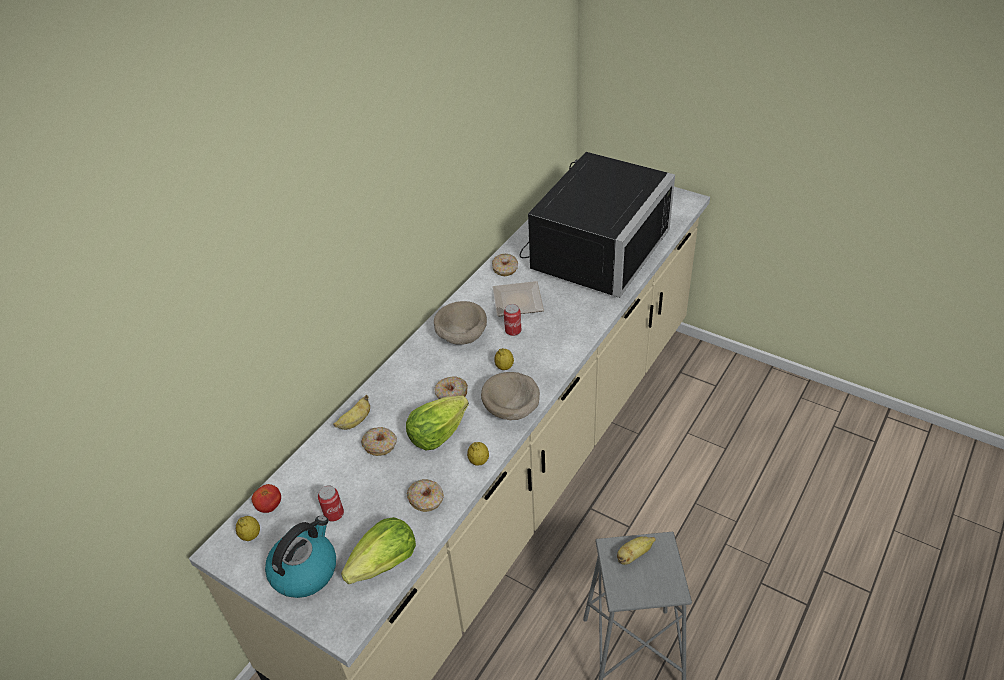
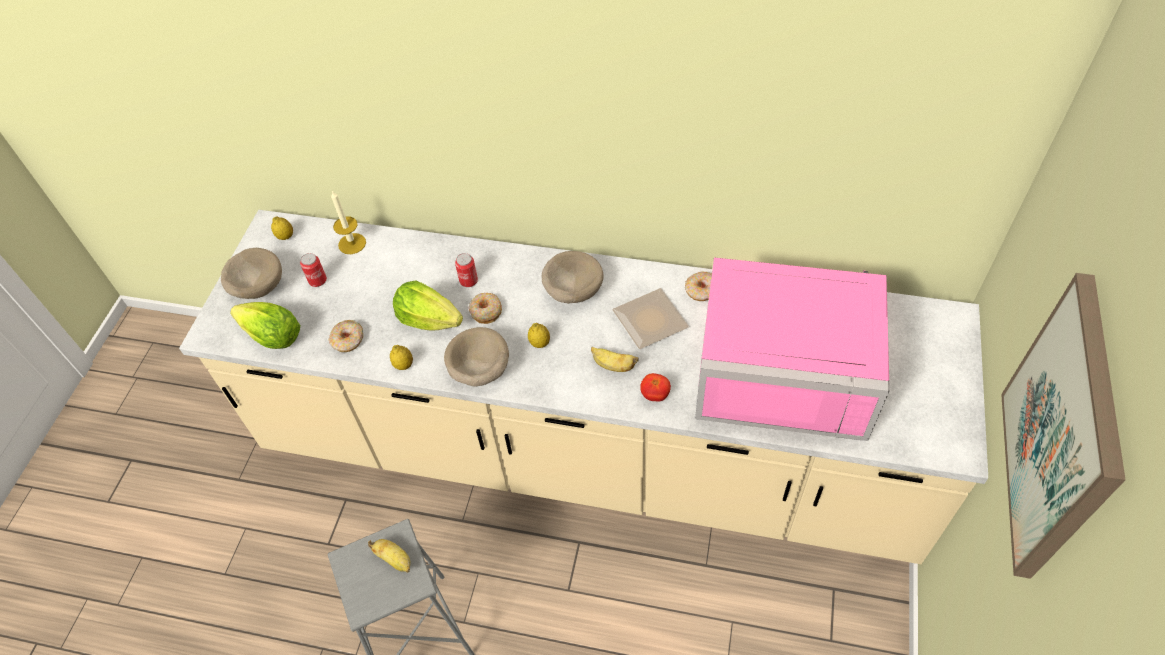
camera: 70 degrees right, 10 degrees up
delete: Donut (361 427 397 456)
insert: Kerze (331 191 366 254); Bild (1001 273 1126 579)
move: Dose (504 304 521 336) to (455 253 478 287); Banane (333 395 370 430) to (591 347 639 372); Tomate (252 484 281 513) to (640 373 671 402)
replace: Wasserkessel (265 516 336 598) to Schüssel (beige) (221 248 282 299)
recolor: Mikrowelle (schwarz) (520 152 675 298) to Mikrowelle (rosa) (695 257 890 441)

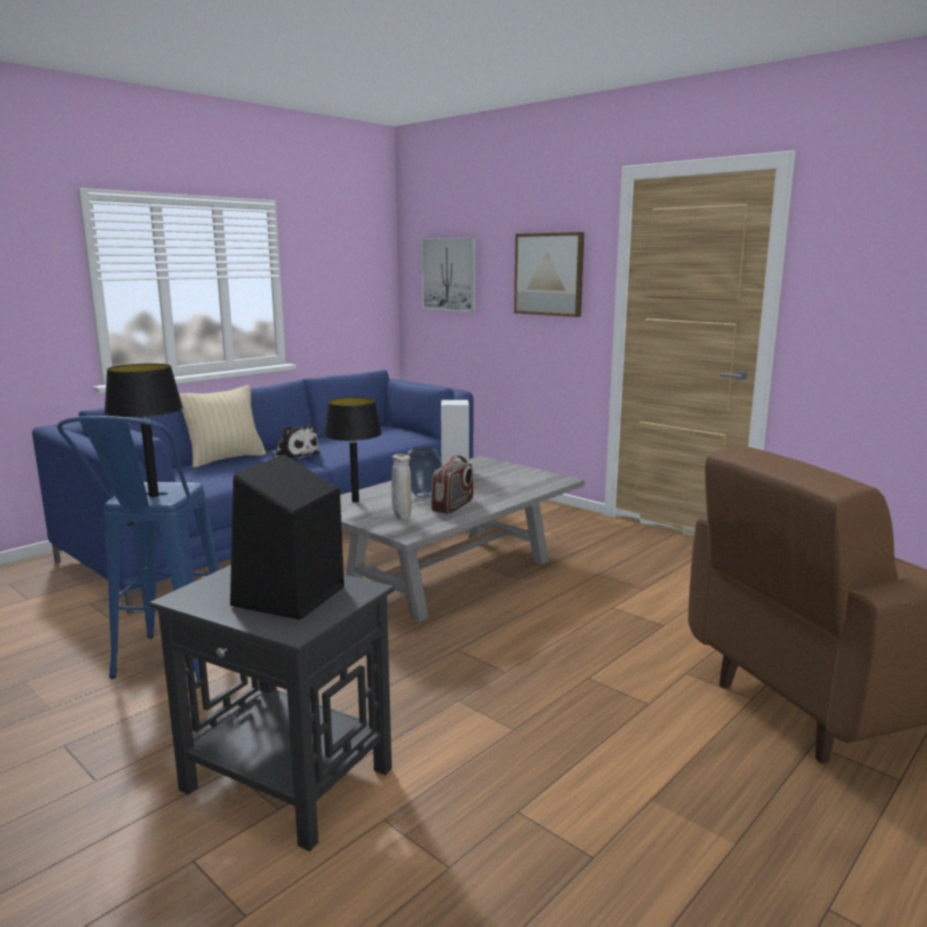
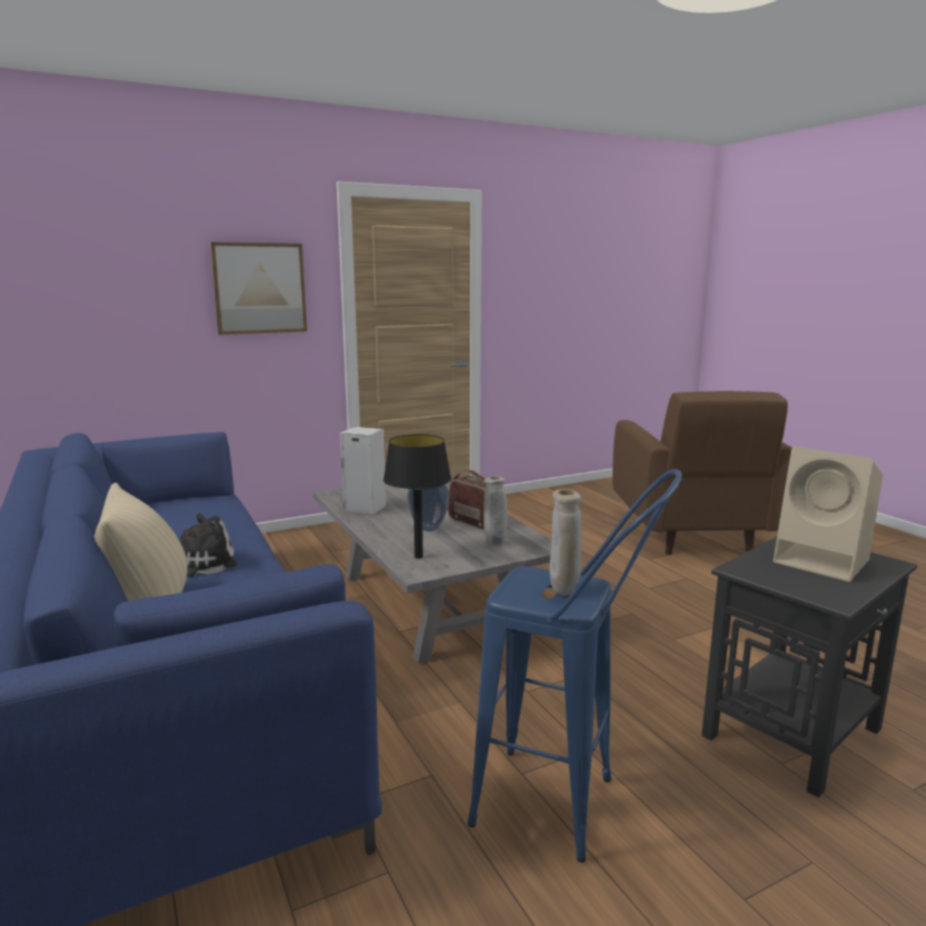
camera: 70 degrees left, 0 degrees up
delete: Bild (421 237 476 312)
replace: Tischlampe (schwarz) (104 363 183 497) to Vase (beige) (550 489 581 596)
recolor: Lautsprecher (schwarz) (230 454 344 620) to Lautsprecher (beige) (773 446 883 582)

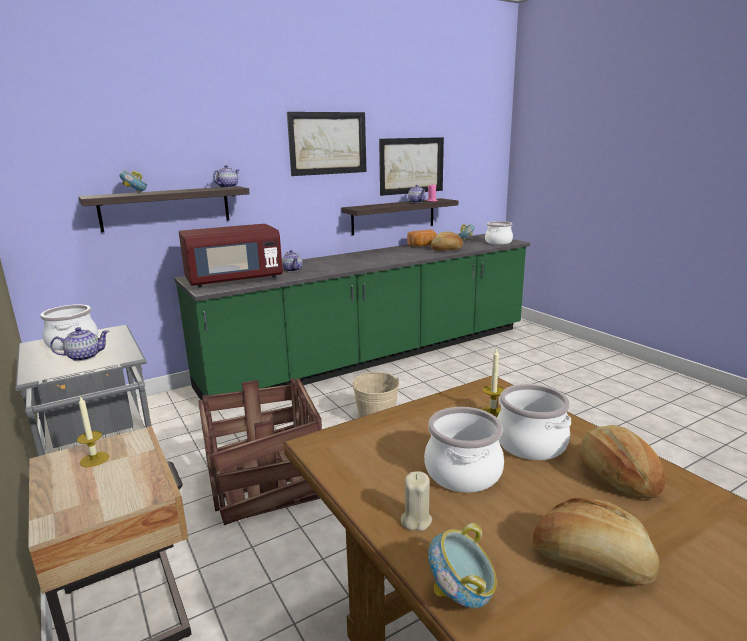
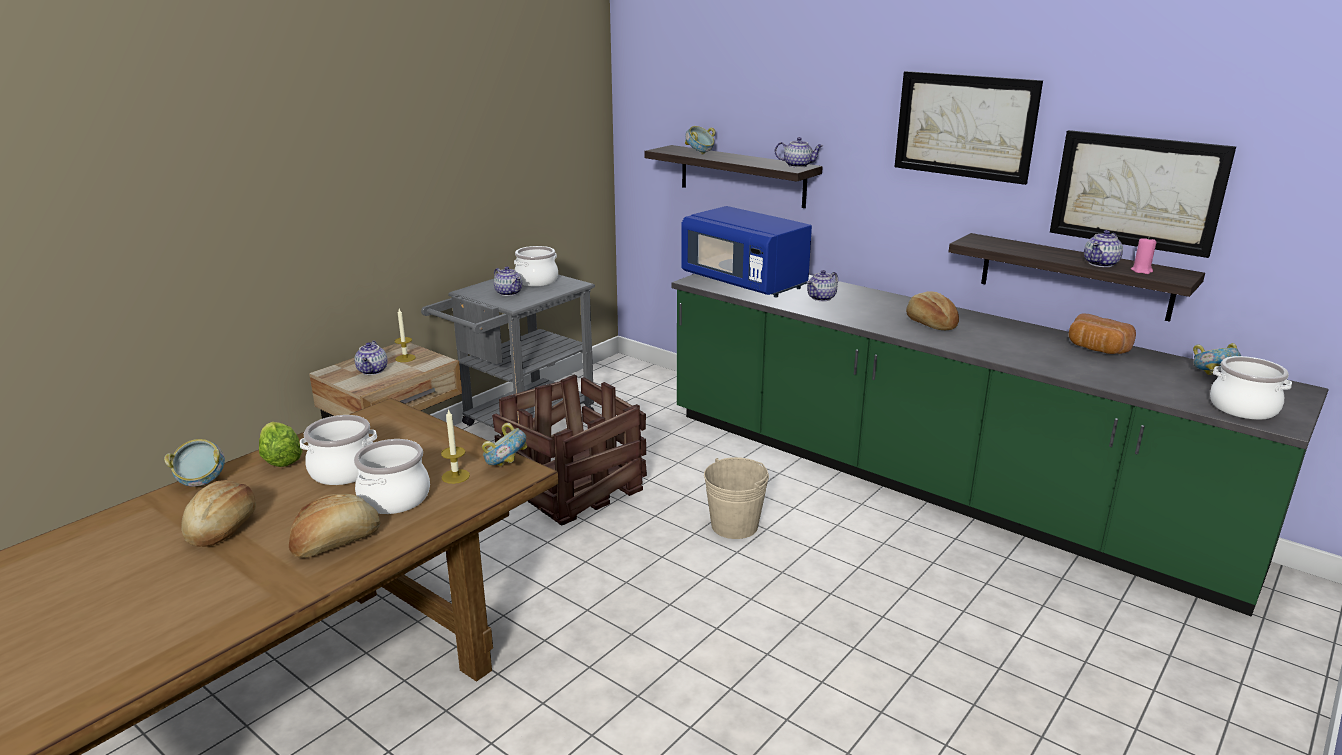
camera: 70 degrees right, 5 degrees up
insert: Teekanne (354 341 387 375); Schüssel (482 423 527 467)
move: Brot (431 232 463 251) to (906 291 959 330)
replace: Kerze (beige) (401 471 432 531) to Salatkopf (259 422 303 467)
recolor: Mikrowelle (rot) (179 224 283 288) to Mikrowelle (blau) (681 206 812 297)

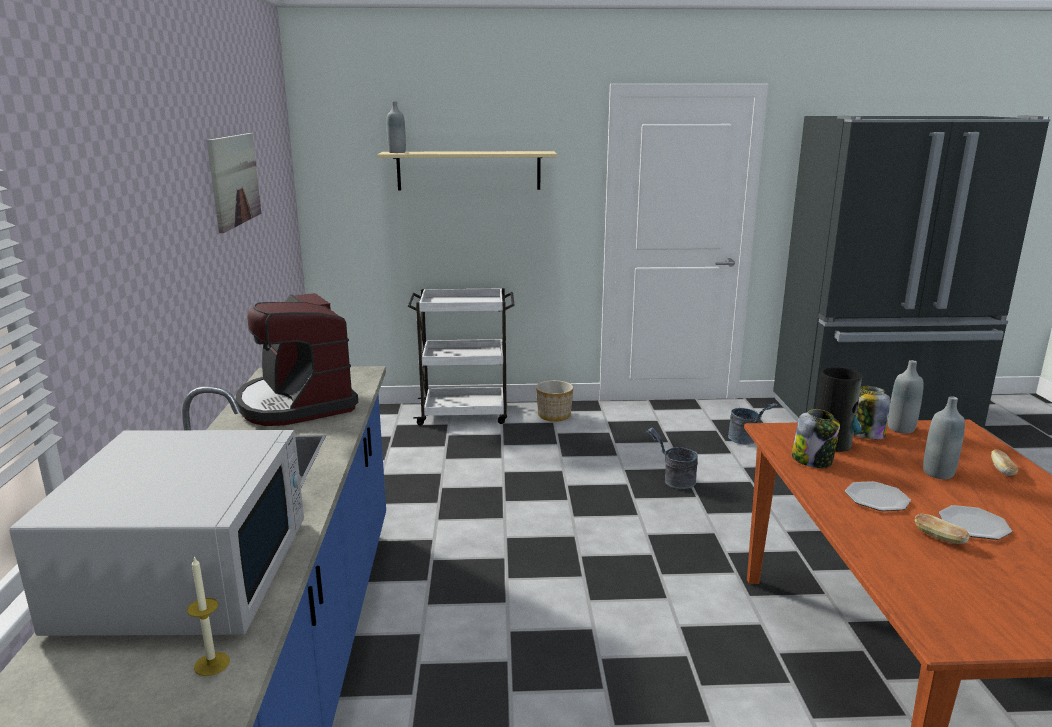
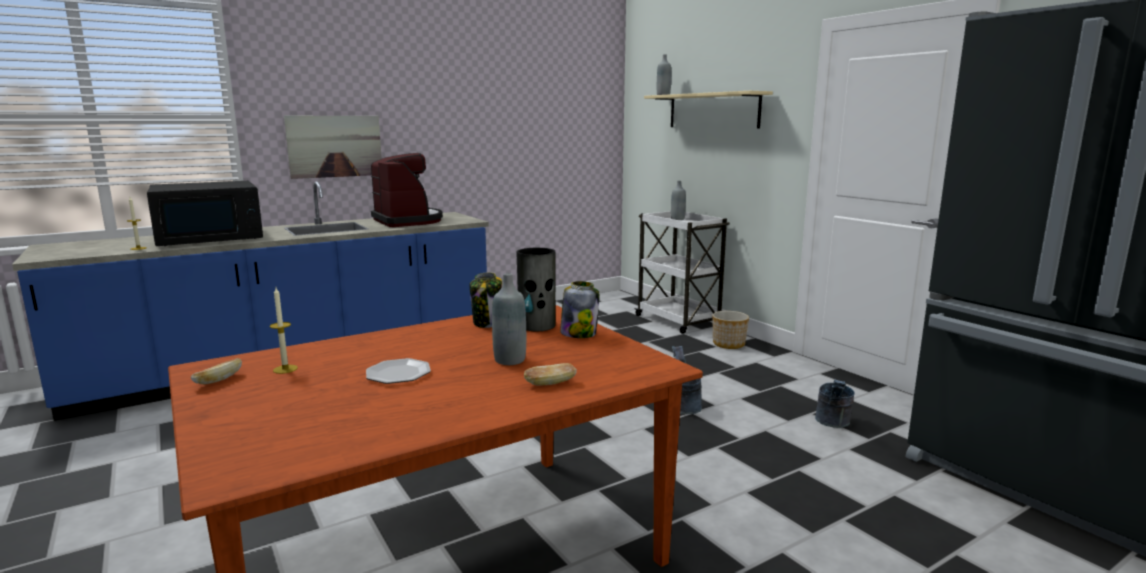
camera: 60 degrees right, 5 degrees down
delete: Teller (845 481 911 511)
insert: Kerze (270 288 298 374)
move: Bild (207 133 261 233) to (284 115 382 179); Flasche (grau) (888 360 924 434) to (671 181 686 220); Brot (914 514 969 544) to (191 358 242 384)
recolor: Mikrowelle (weiß) (9 430 304 636) to Mikrowelle (schwarz) (147 181 263 246)
rotate: Kaffeemaschine (235 293 358 426) = (371 153 443 227) 120 degrees clockwise

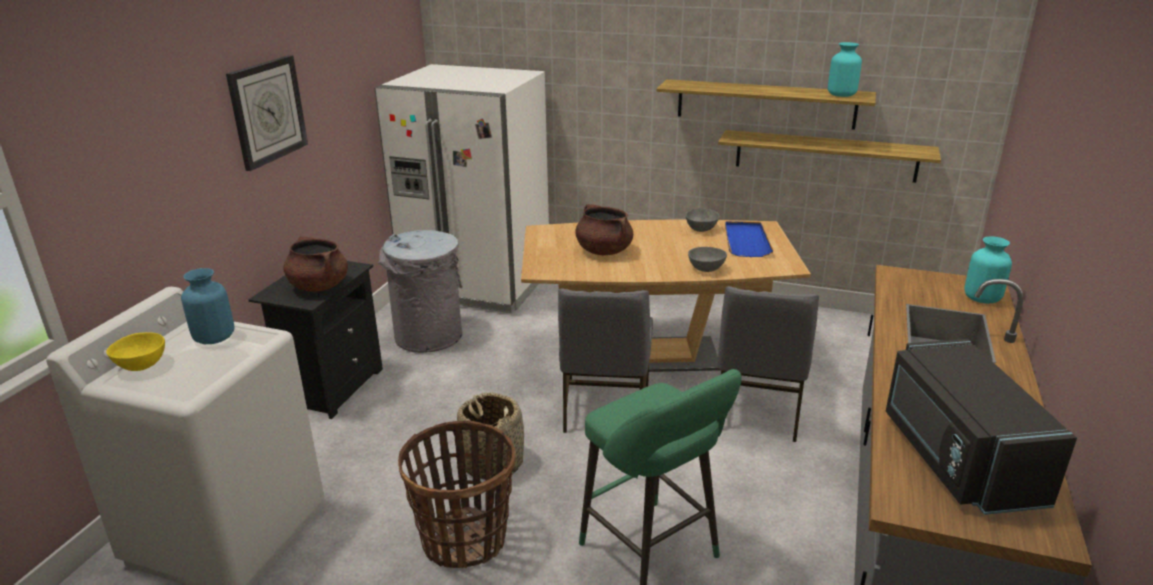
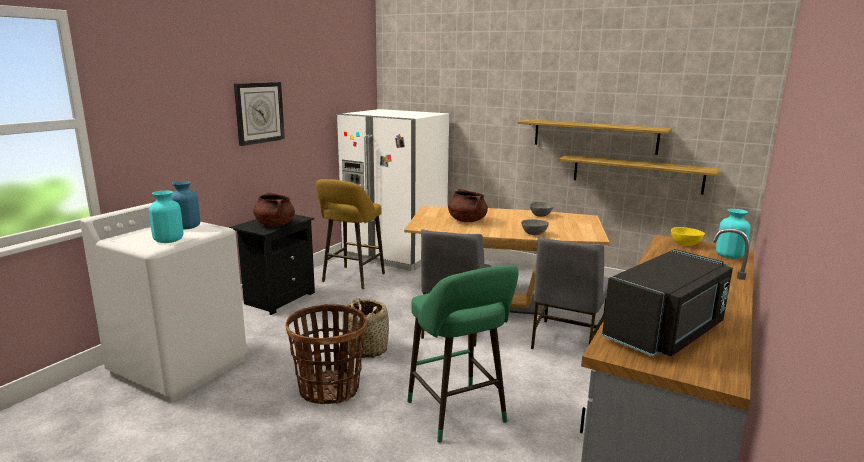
camera: 10 degrees right, 10 degrees down
delete: Tablett (blau) (725 221 773 257)
move: Vase (türkis) (828 42 862 97) to (149 191 183 243); Schüssel (gelb) (106 332 165 371) to (671 227 705 246)
replace: Mülleimer (grau) (378 230 463 353) to Hocker (gelb) (316 179 385 289)
rotate: Mikrowelle (schwarz) (886 339 1077 515) = (602 249 733 356) 135 degrees counterclockwise

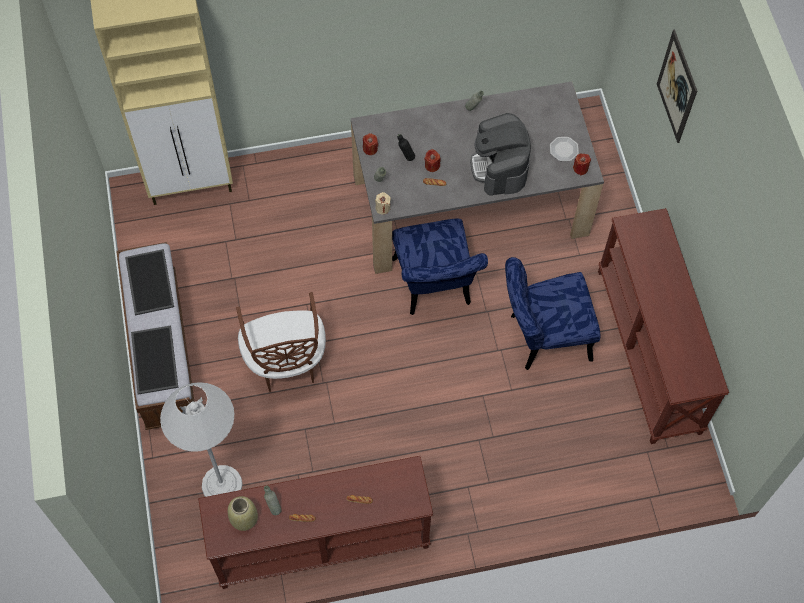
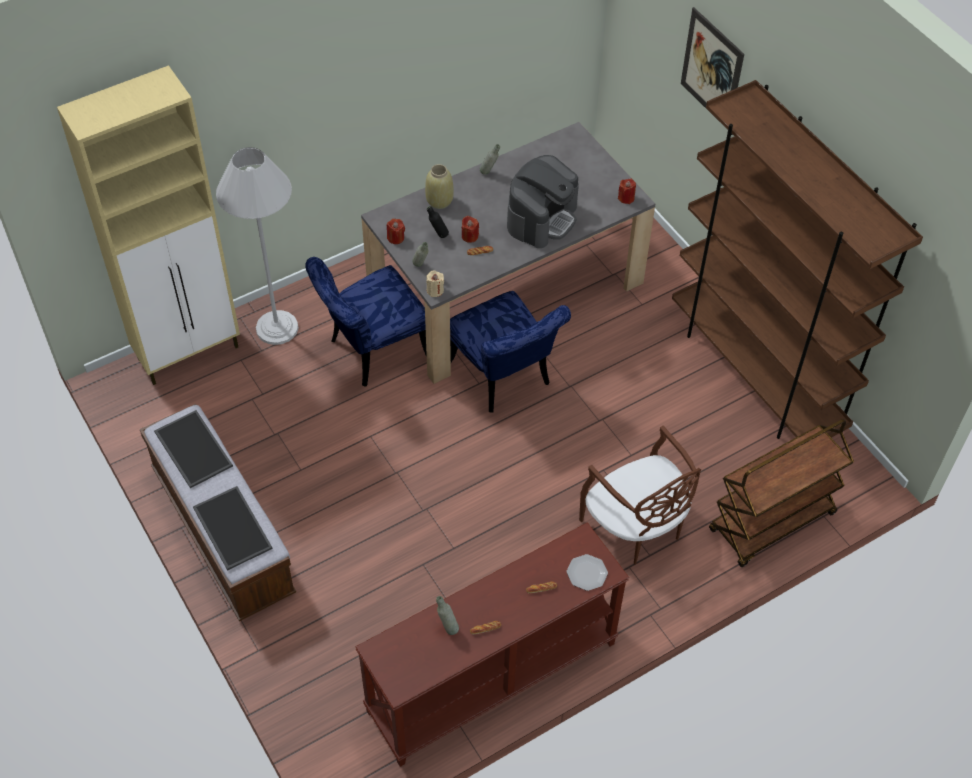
camera: 20 degrees left, 10 degrees down
insert: Rollwagen (braun) (709 419 854 567)
move: Teller (550 137 579 161) to (567 554 608 591); Stuhl (blau) (505 257 601 370) to (305 257 427 387); Stuhl (braun) (236 292 326 392) to (579 426 701 565); Stehlampe (weiß) (160 382 243 497) to (216 147 299 345); Vase (beige) (228 496 258 531) to (425 164 454 209)
replace: Konsolentisch (braun) (598 208 729 444) to Bücherregal (braun) (672 80 923 439)
rotate: Kaffeemaschine (470 113 531 196) = (507 155 579 248) 120 degrees counterclockwise

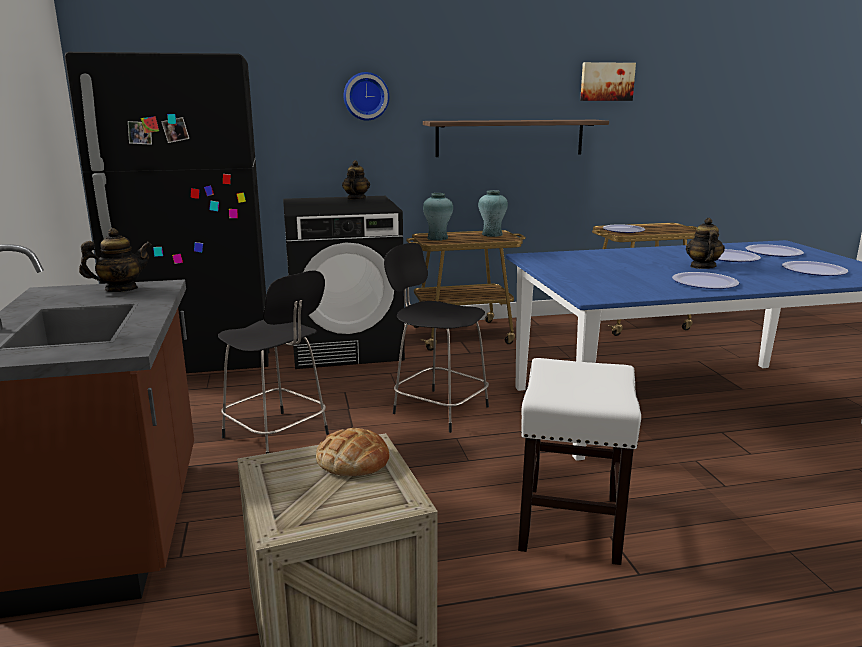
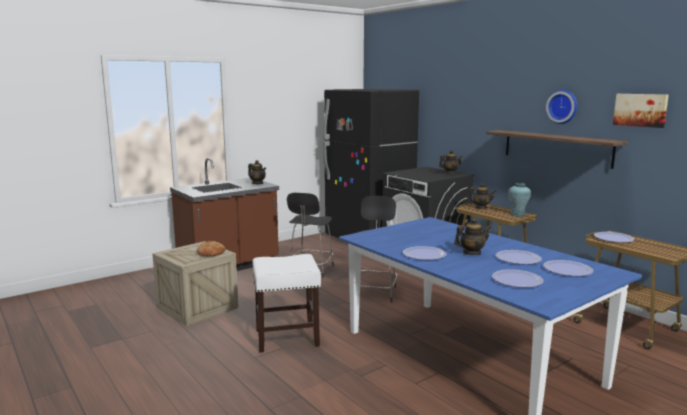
camera: 65 degrees right, 5 degrees down
move: Wanduhr (344 72 389 121) to (546 90 577 124)
replace: Vase (türkis) (423 193 453 241) to Teekanne (467 183 496 209)

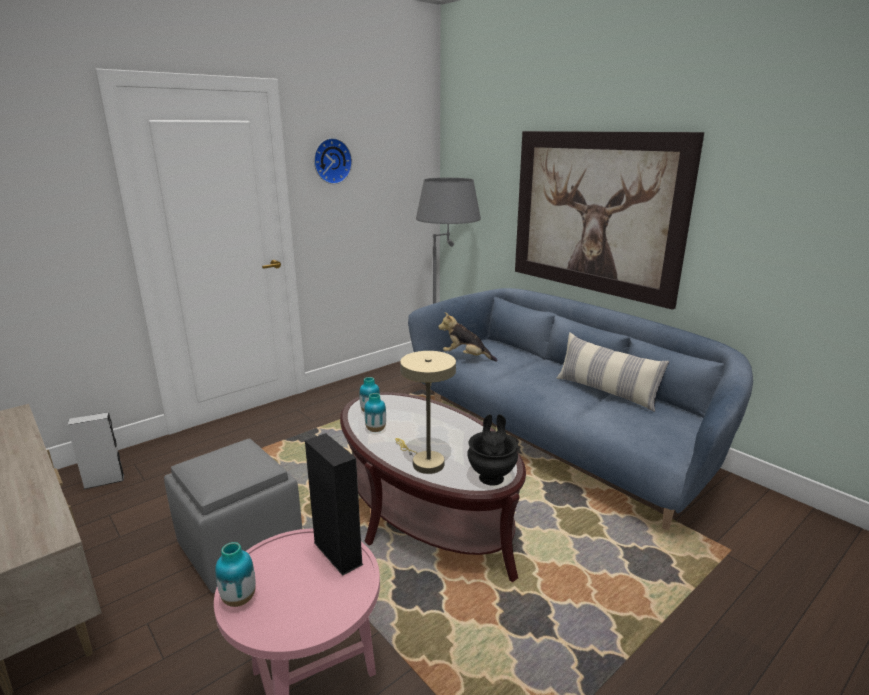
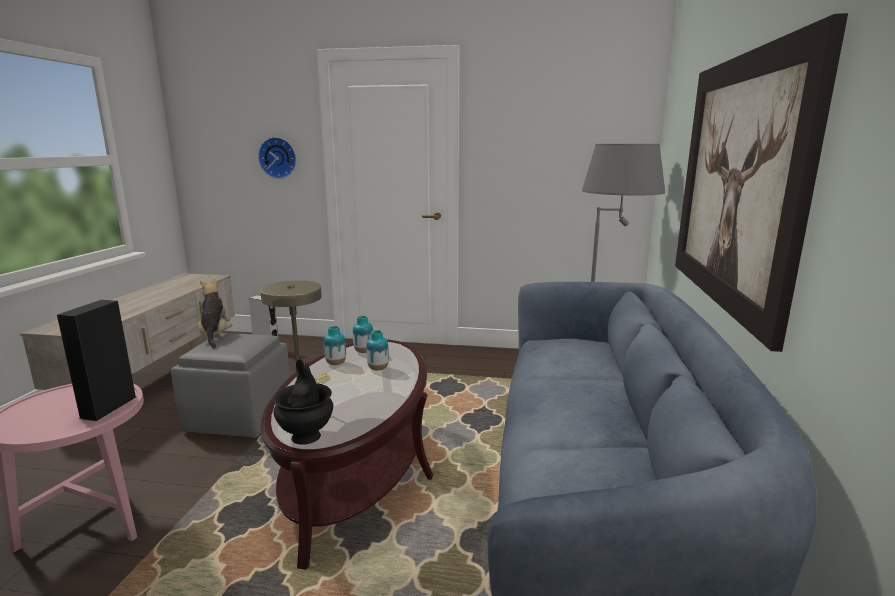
camera: 50 degrees right, 5 degrees down
delete: Kissen (556 332 669 412)
move: Wanduhr (314 138 352 184) to (258 137 296 179); Plüschtier (438 312 498 362) to (198 279 233 349); Vase (215 542 256 607) to (366 330 389 371)

